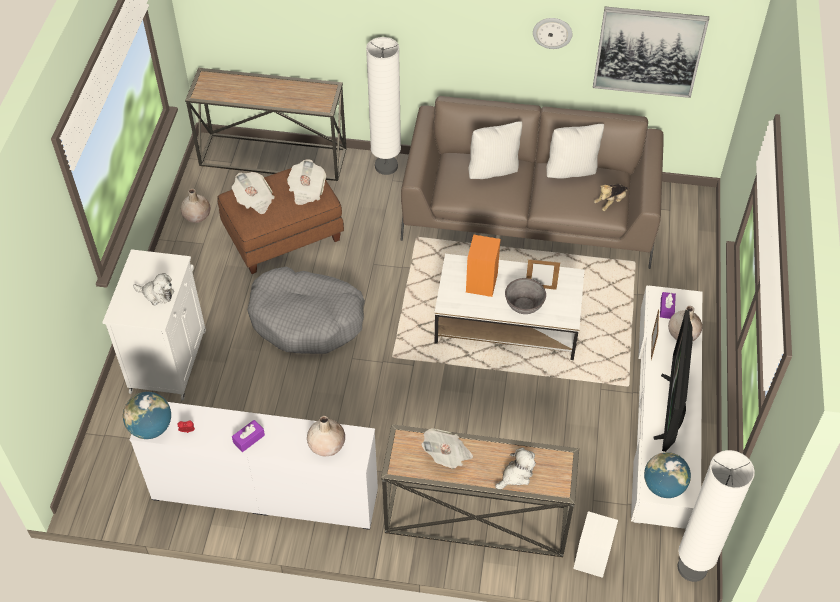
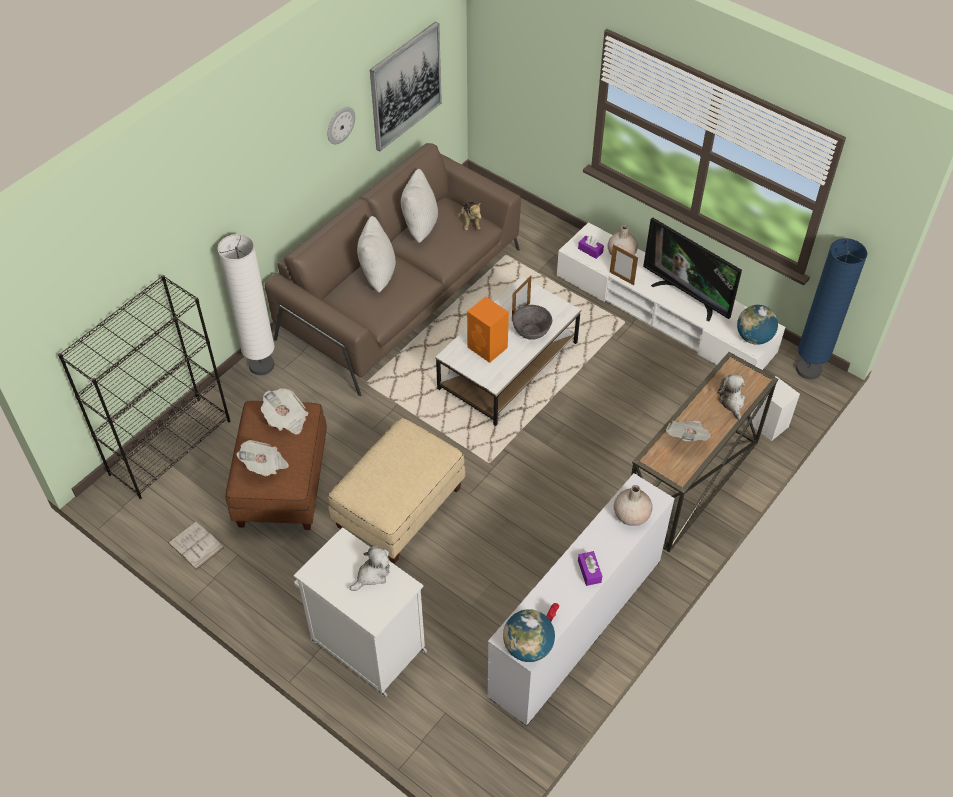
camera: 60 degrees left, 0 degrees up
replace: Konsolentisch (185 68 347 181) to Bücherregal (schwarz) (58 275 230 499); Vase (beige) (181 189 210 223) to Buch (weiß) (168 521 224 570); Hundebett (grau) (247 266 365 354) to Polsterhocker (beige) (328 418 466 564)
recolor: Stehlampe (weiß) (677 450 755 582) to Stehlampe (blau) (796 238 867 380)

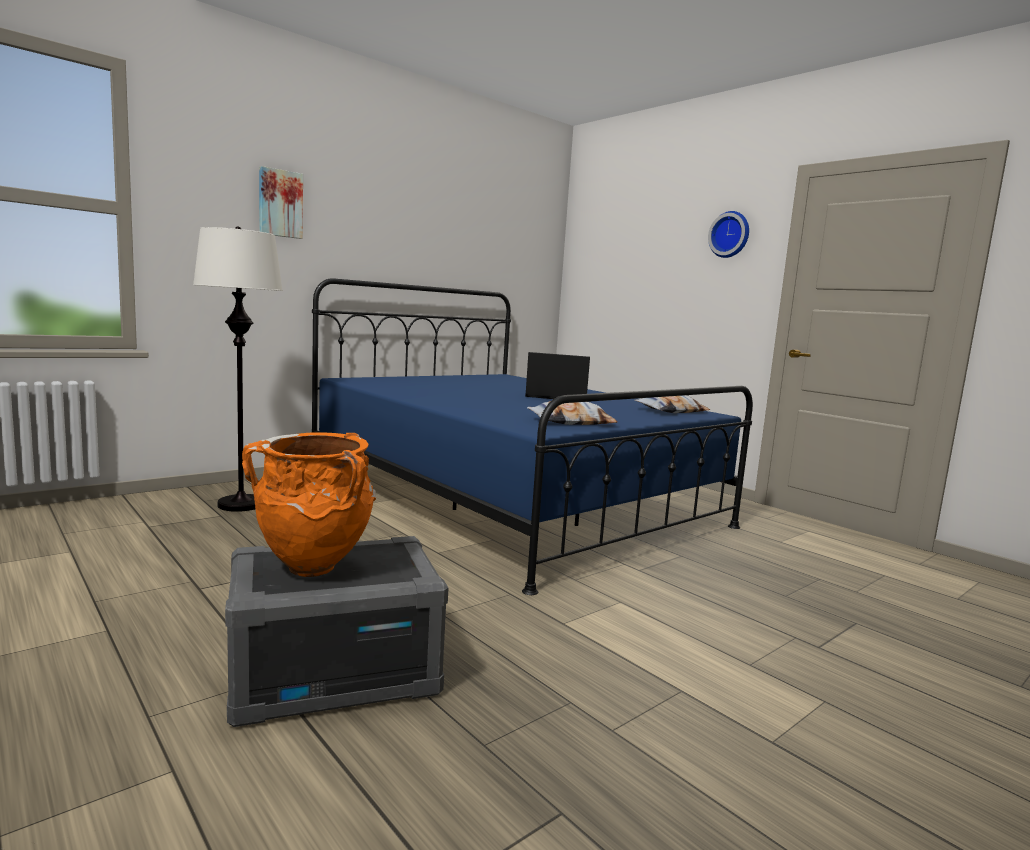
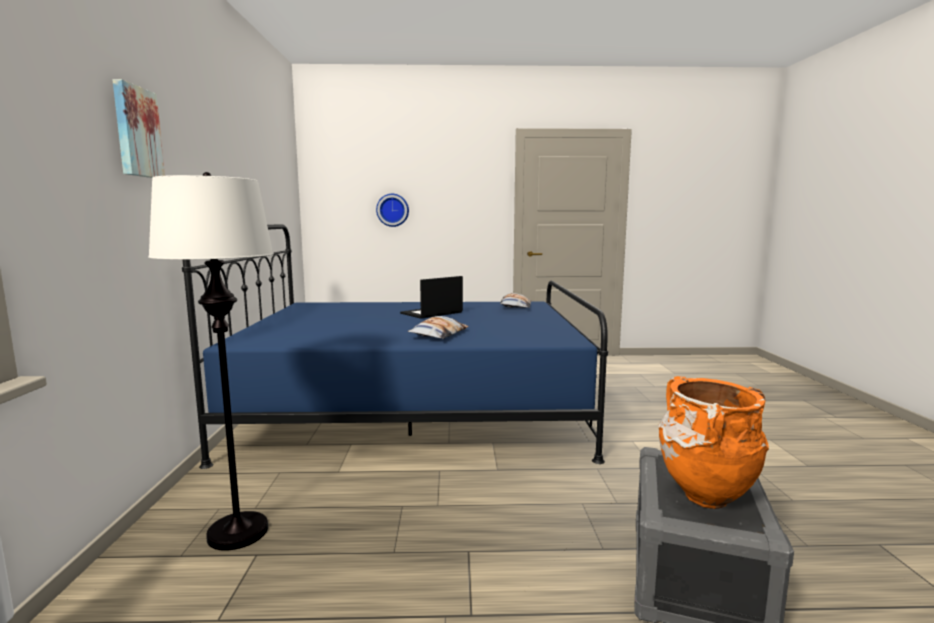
camera: 50 degrees left, 0 degrees up
move: Wanduhr (708 211 749 258) to (376 194 409 227); Kissen (527 401 618 425) to (408 316 468 339)

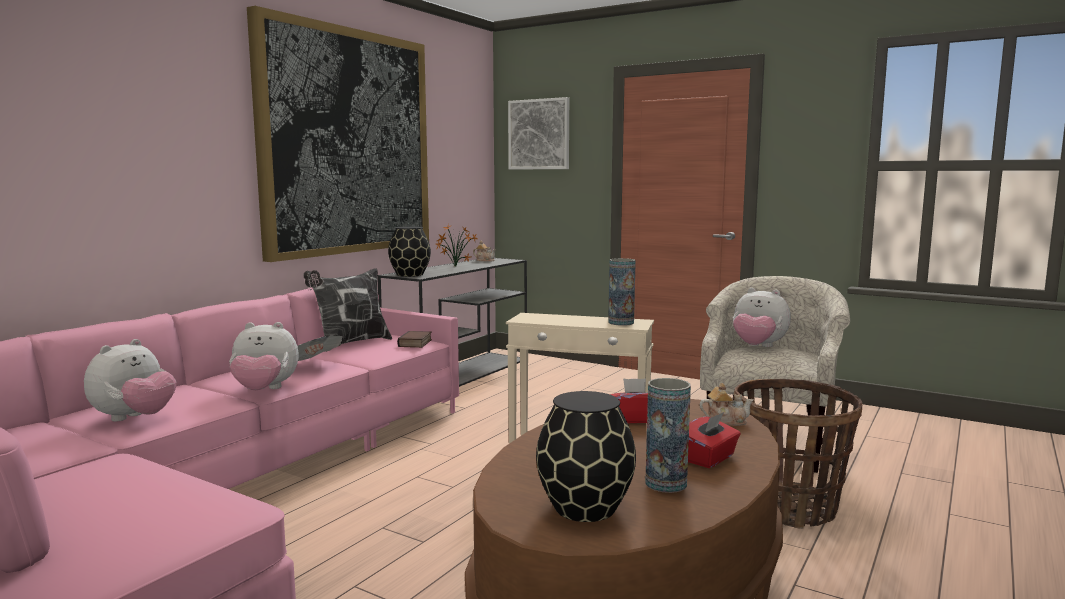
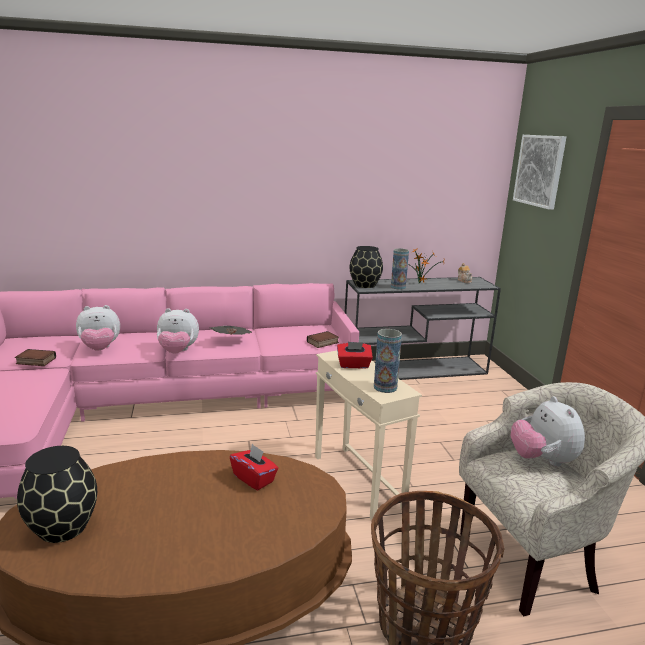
camera: 45 degrees right, 10 degrees up
delete: Bild (247 6 429 262); Kissen (303 268 392 352); Teekanne (700 383 754 426)
insert: Buch (15 349 56 366)
move: Vase (645 378 691 493) to (391 248 409 289); Taschentuchbox (rot) (688 412 741 468) to (337 342 373 369)
rotate: Plüschtier (229 322 299 390) = (157 308 199 354) 45 degrees counterclockwise

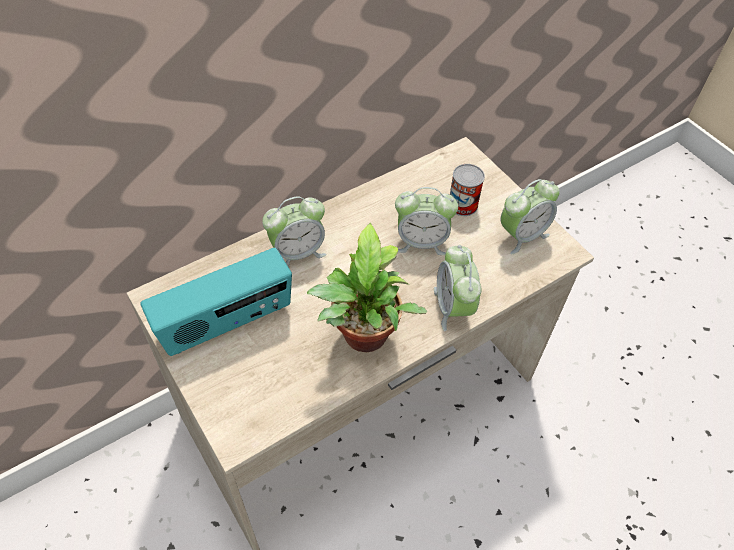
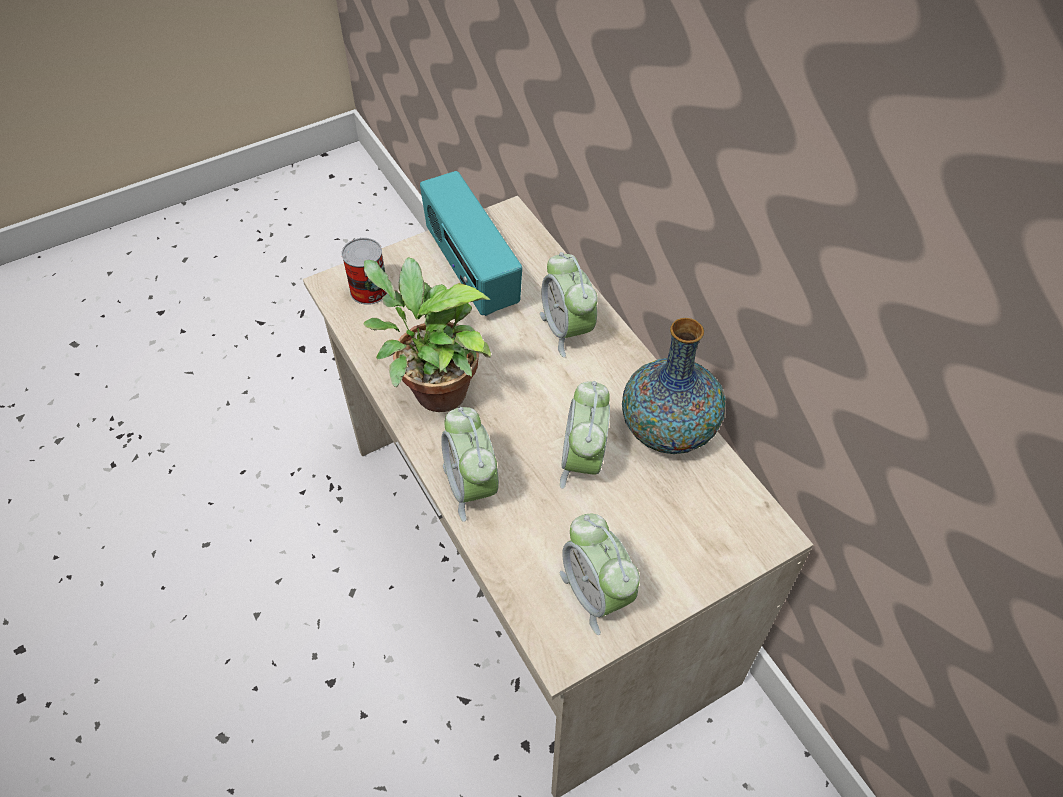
camera: 95 degrees right, 0 degrees up
insert: Vase (622 318 726 454)
move: Dose (450 164 485 216) to (341 238 388 305)
rotate: Wecker (434 245 482 331) = (441 407 499 522) 105 degrees counterclockwise

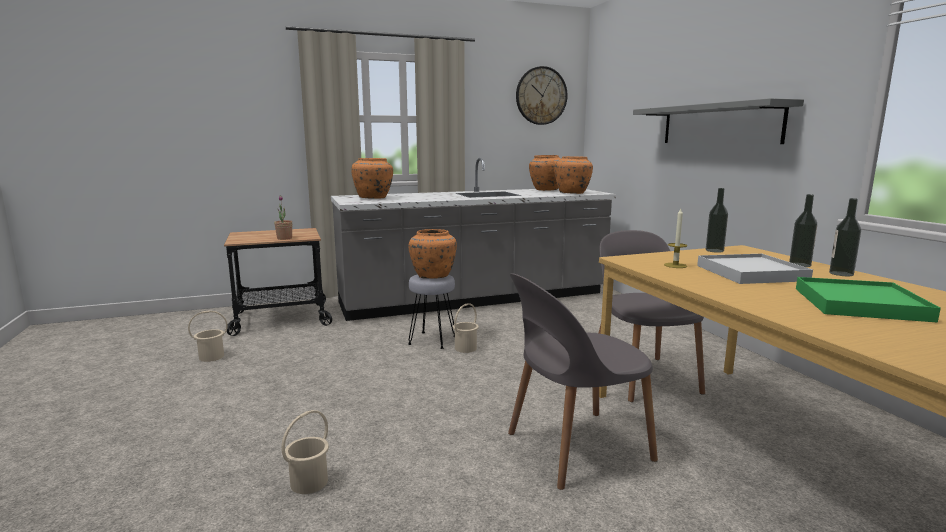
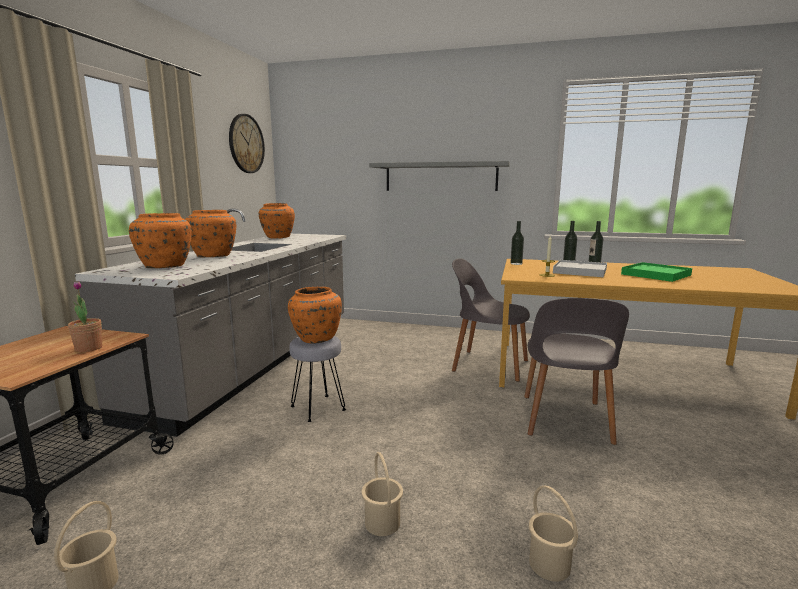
camera: 55 degrees left, 0 degrees up
move: Vase (orange) (554 156 593 194) to (185 210 237 257); Eimer (beige) (453 303 479 353) to (361 452 403 536)

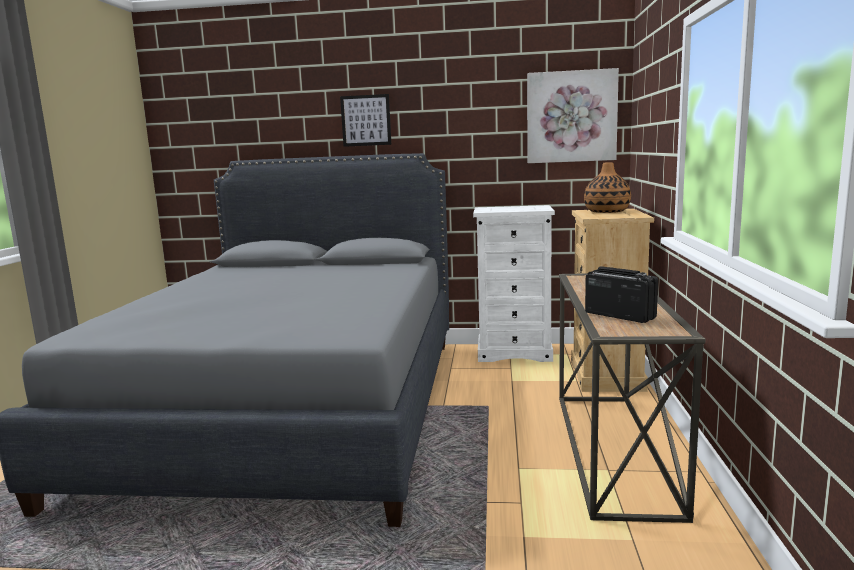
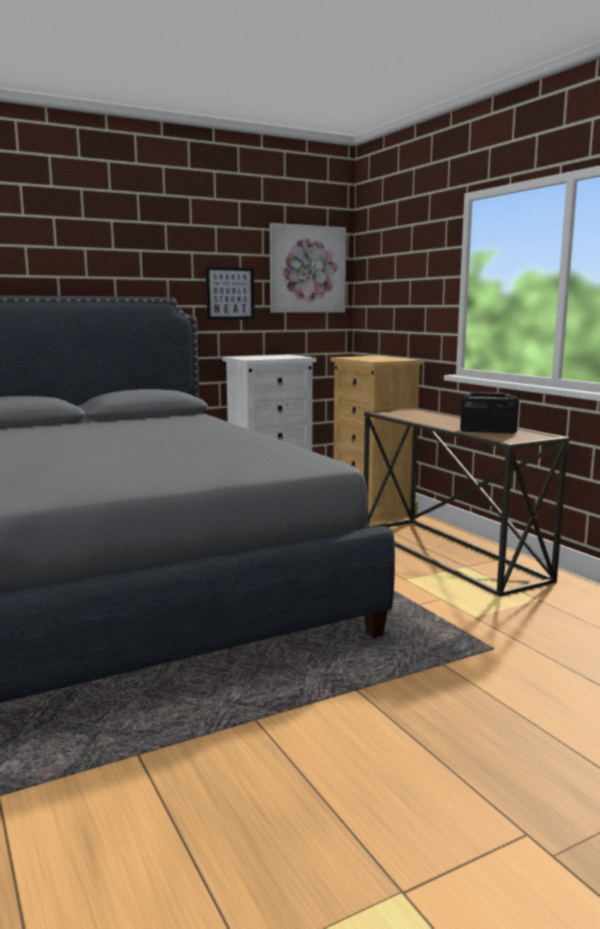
camera: 35 degrees left, 0 degrees up
delete: Vase (584 162 631 213)
move: Bild (340 94 391 147) to (206 267 255 320)

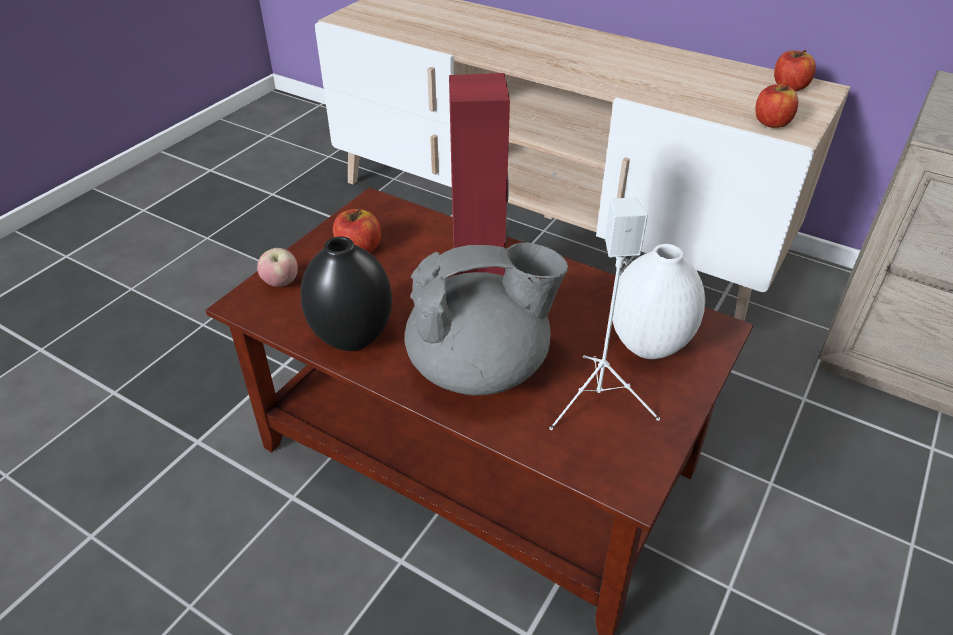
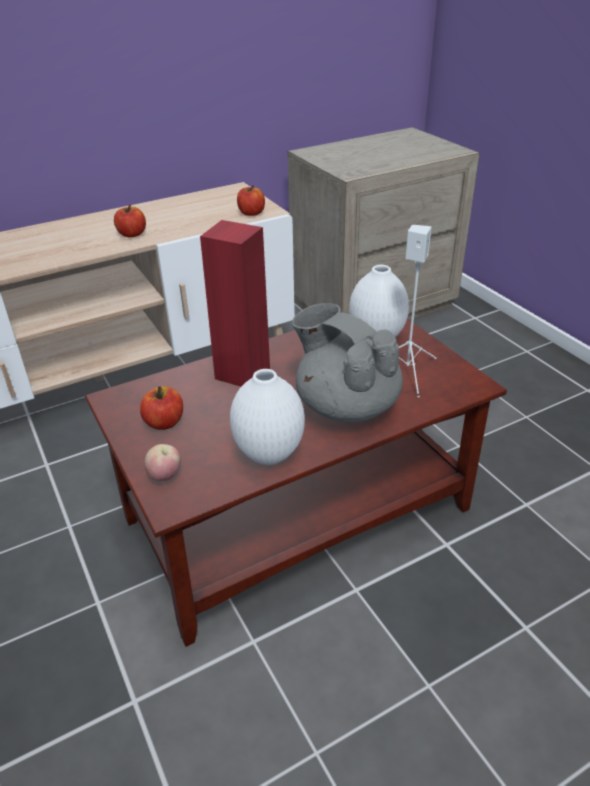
camera: 60 degrees left, 5 degrees down
move: Apfel (774 50 816 91) to (114 205 146 237)
recolor: Vase (schwarz) (300 237 392 351) to Vase (weiß) (230 369 305 465)
rotate: Teekanne (grau) (405 243 568 395) = (292 303 403 422) 60 degrees counterclockwise

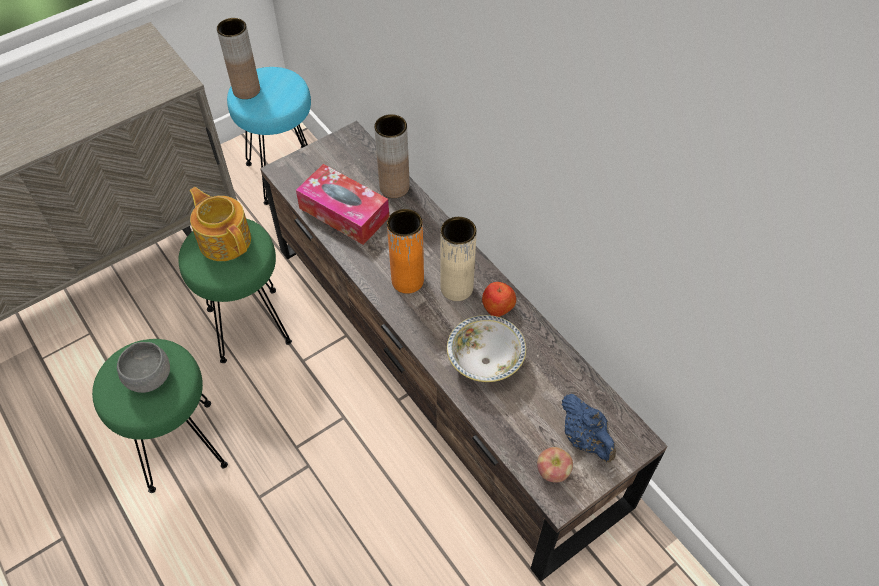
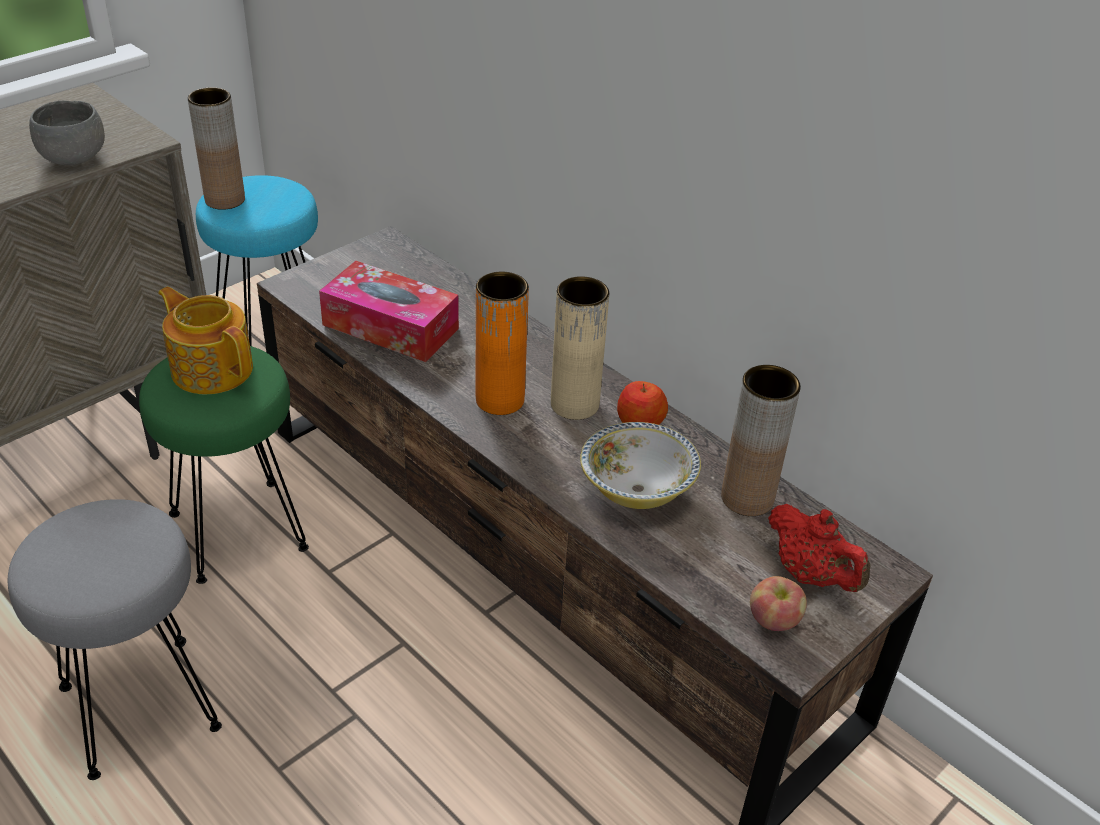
camera: 10 degrees left, 15 degrees down
move: Vase (braun) (374 114 410 198) to (721 365 801 516); Schüssel (grau) (117 342 170 393) to (29 100 105 165)
recolor: Hocker (grün) (92 339 228 493) to Hocker (grau) (7 499 222 780); Teekanne (blau) (562 394 616 462) to Teekanne (rot) (768 504 871 592)

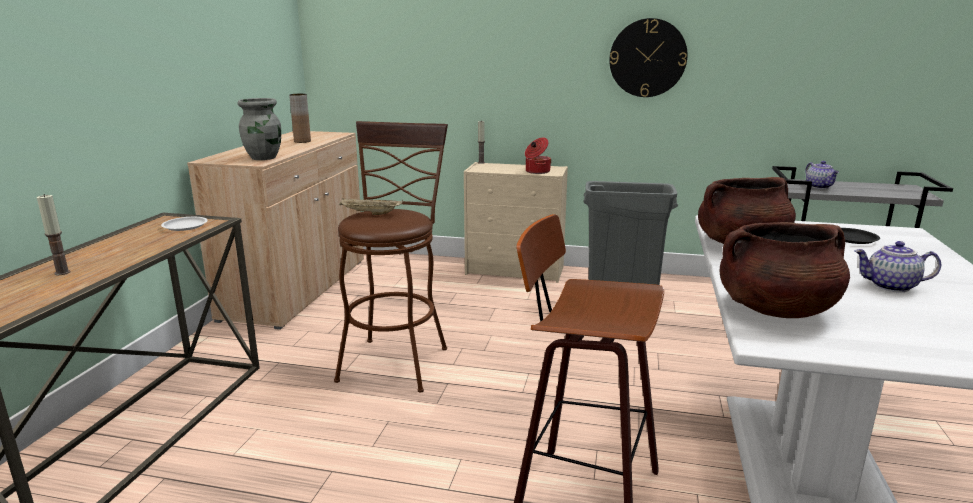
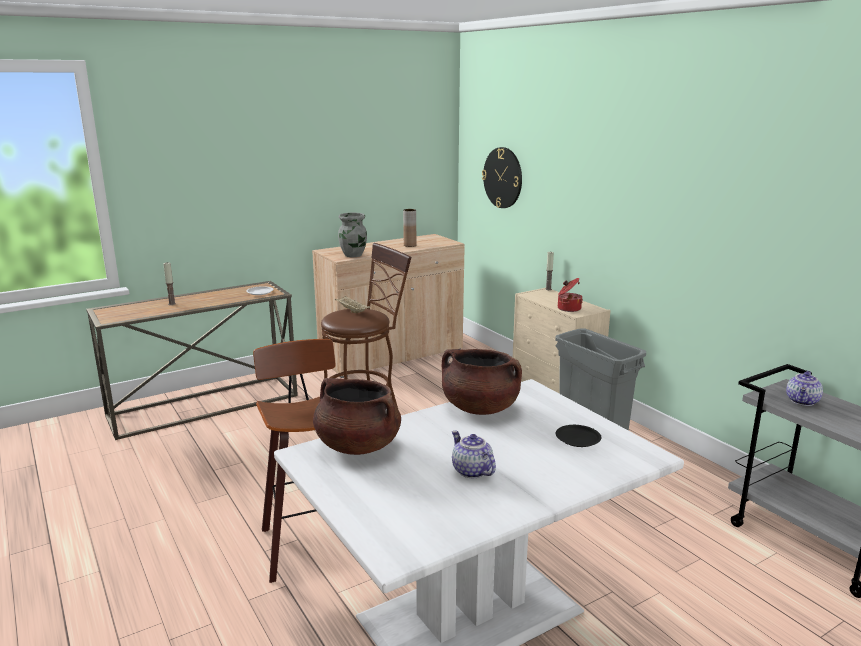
camera: 45 degrees right, 0 degrees up
move: Wanduhr (609 18 687 97) to (482 147 522 208)

